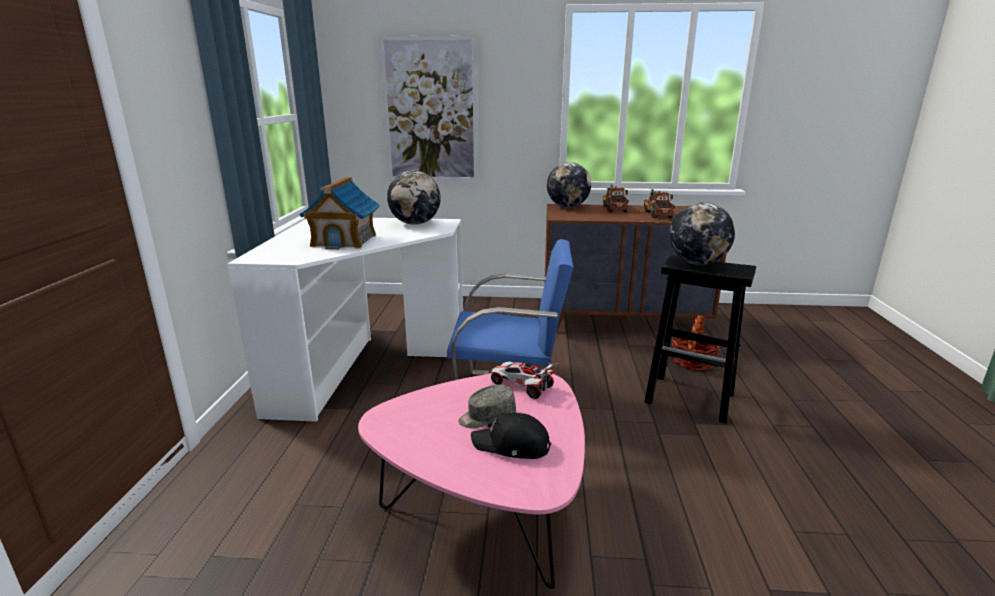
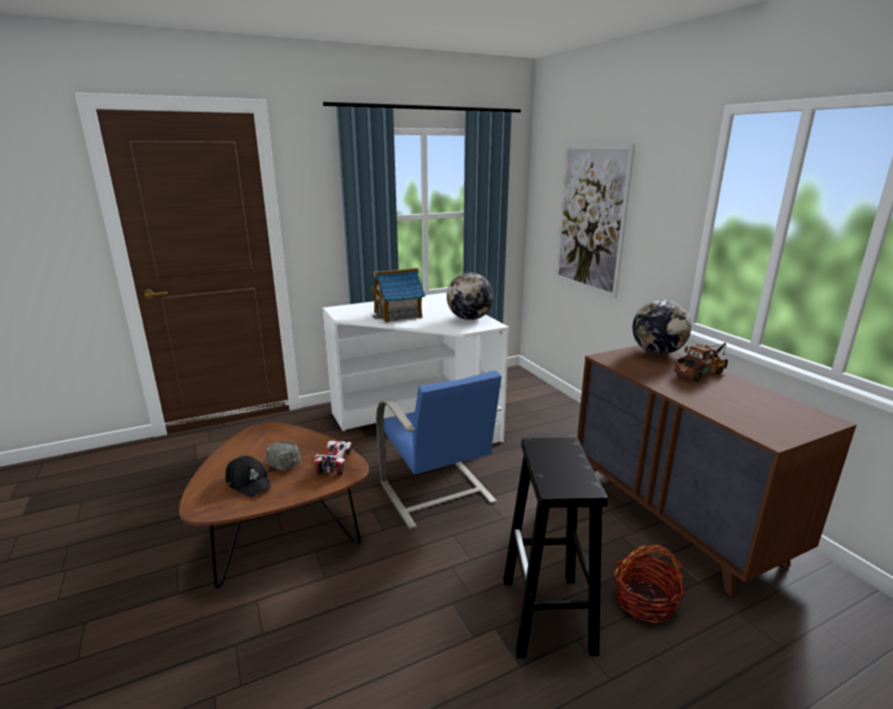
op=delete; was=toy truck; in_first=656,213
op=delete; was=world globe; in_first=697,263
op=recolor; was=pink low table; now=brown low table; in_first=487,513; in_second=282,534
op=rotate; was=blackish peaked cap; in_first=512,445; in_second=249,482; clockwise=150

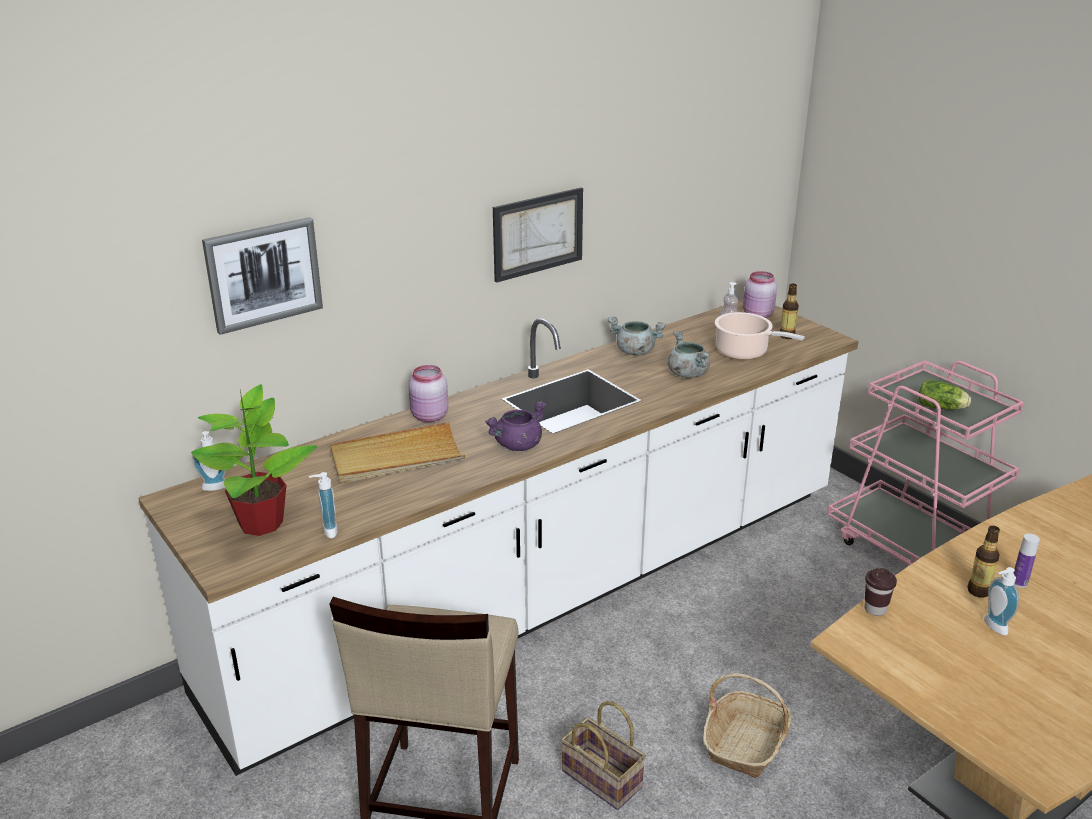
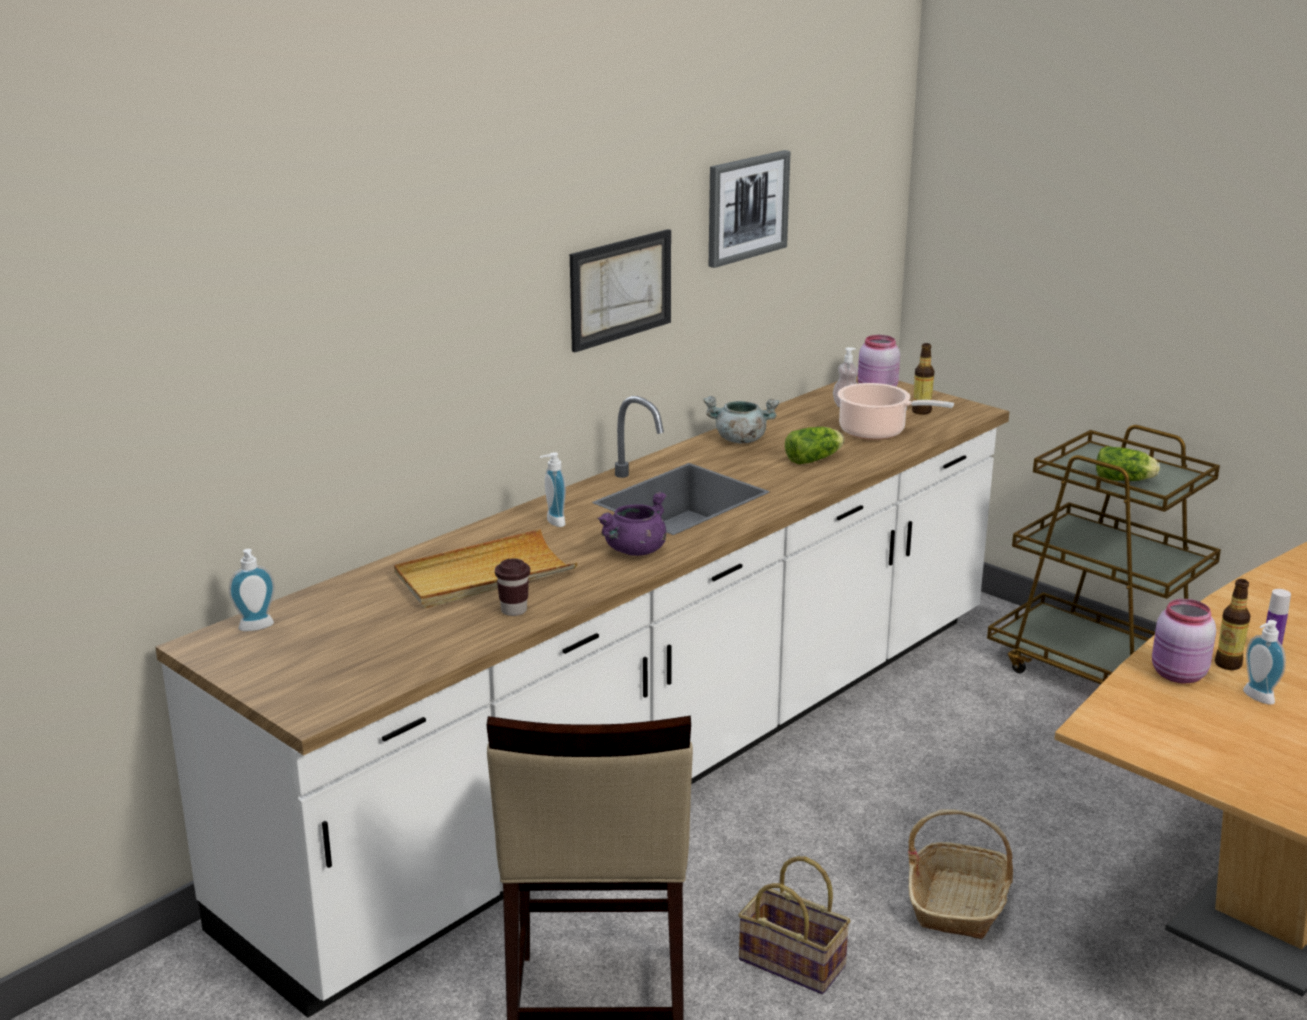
op=delete; was=potted plant; in_first=261,522
op=move; was=wall picture; in_first=263,274; in_second=746,207
op=move; was=soap bottle; in_first=327,531; in_second=552,522
op=move; was=pink jar; in_first=429,417; in_second=1178,675
op=move; was=brown small cup; in_first=875,609; in_second=514,610
op=replace; was=gray cooking pot; now=lettuce head; in_first=687,373; in_second=815,459
op=recolor; was=pink wheeled cart; now=brown wheeled cart; in_first=913,551; in_second=1099,673

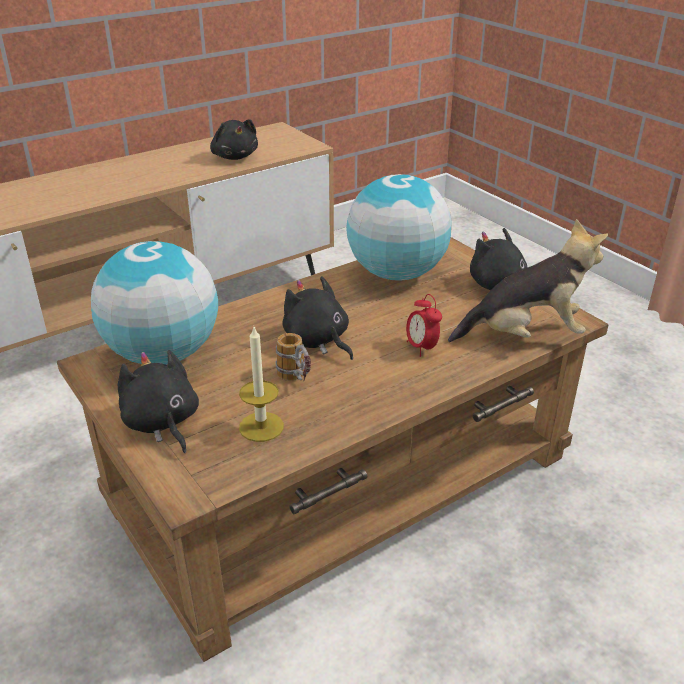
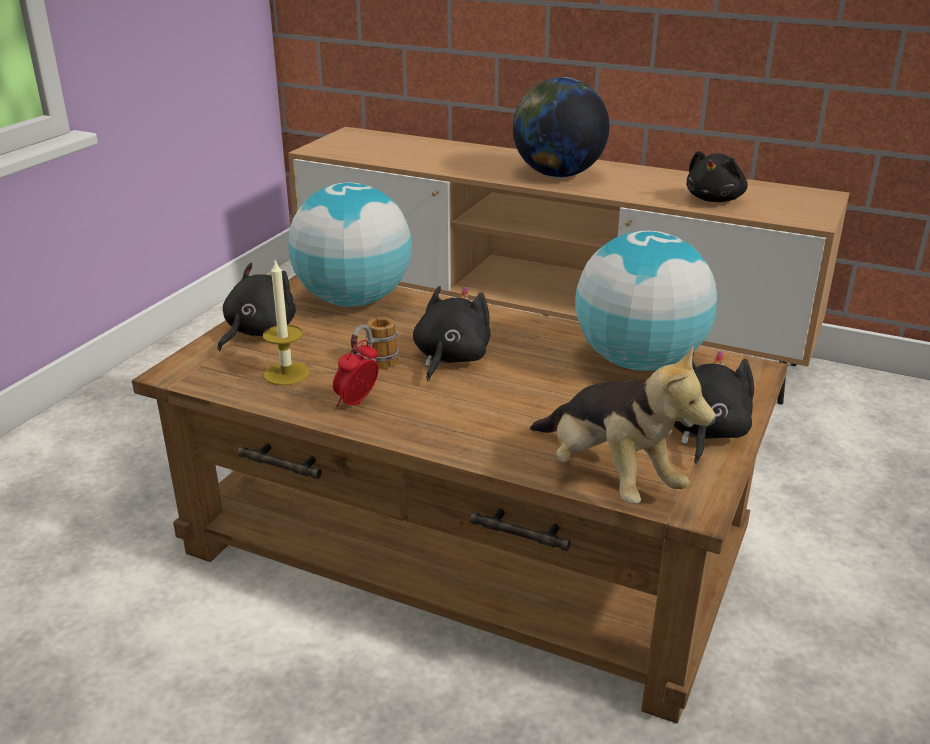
op=insert; now=world globe; in_second=558,175
op=move; was=table clock; in_first=421,347; in_second=357,403

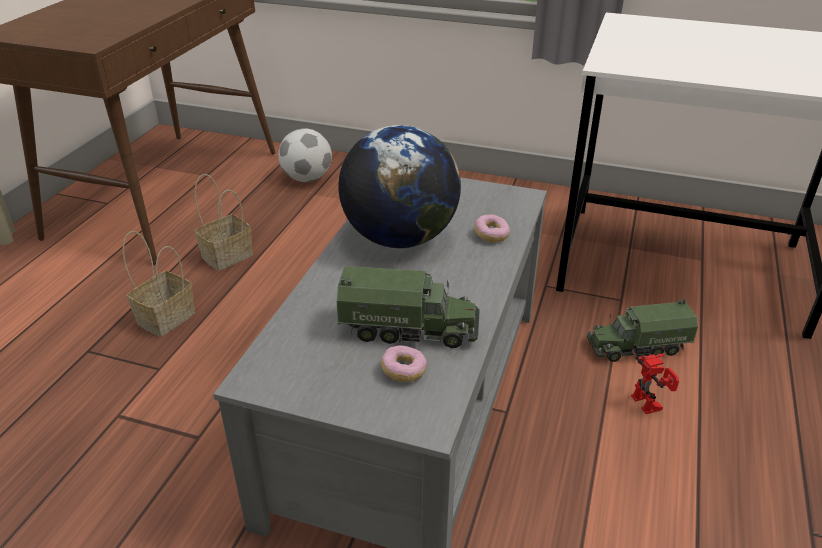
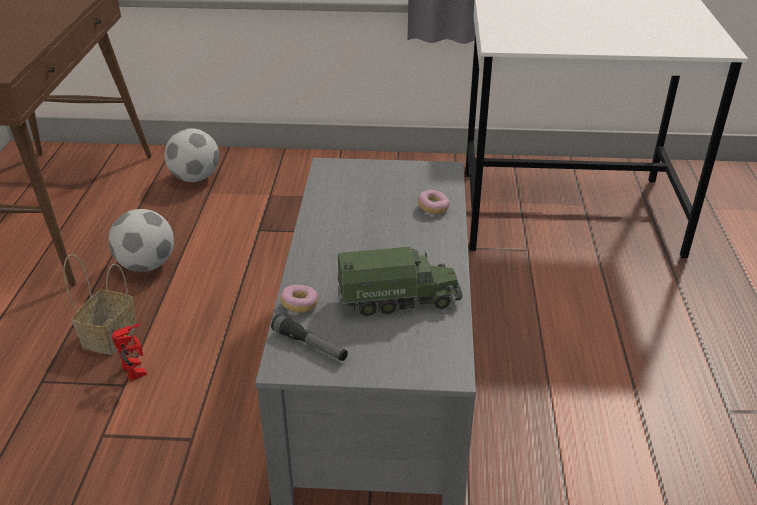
op=delete; was=world globe; in_first=399,238
op=delete; was=toy truck; in_first=637,346
op=insert; now=hand torch; in_second=310,345
op=move; was=ring doughnut; in_first=404,371; in_second=299,305
op=move; was=model robot; in_first=651,403; in_second=138,370
op=replace; was=basket; now=ball for football; in_first=228,255; in_second=146,265

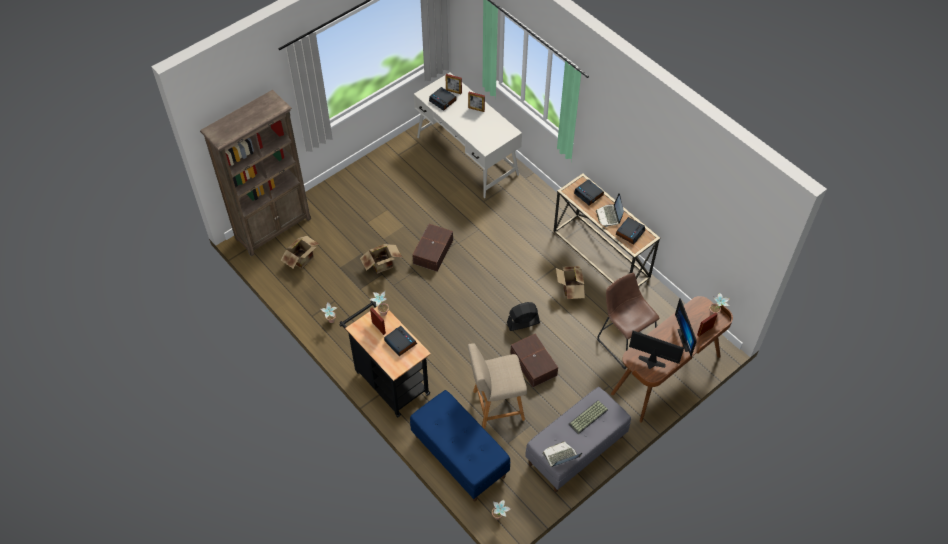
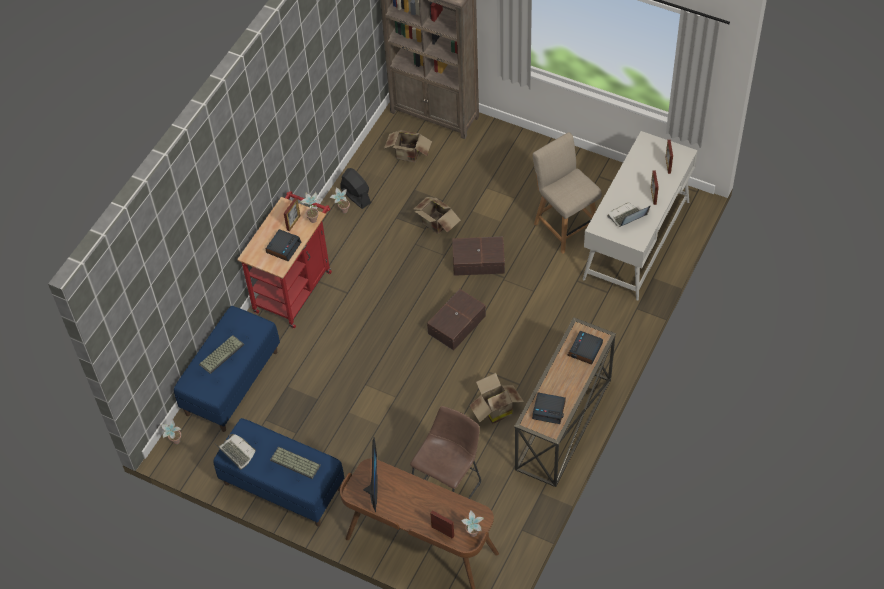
op=delete; was=table clock; in_first=443,101
op=delete; was=computer display; in_first=686,339
op=insert; now=PC keyboard; in_second=221,354
op=move; was=sand-coloured chair; in_first=495,406; in_second=564,225
op=move; was=blackish cooling fan; in_first=523,323; in_second=355,196
op=move; was=brown storage bin; in_first=533,365; in_second=455,324
op=move; was=notebook computer; in_first=609,216; in_second=627,217
op=recolor; was=blackish wheeled cart; now=red-coloured wheeled cart; in_first=389,380; in_second=295,287
op=recolor; was=gray bench; now=blue-coloured bench; in_first=576,450; in_second=282,486

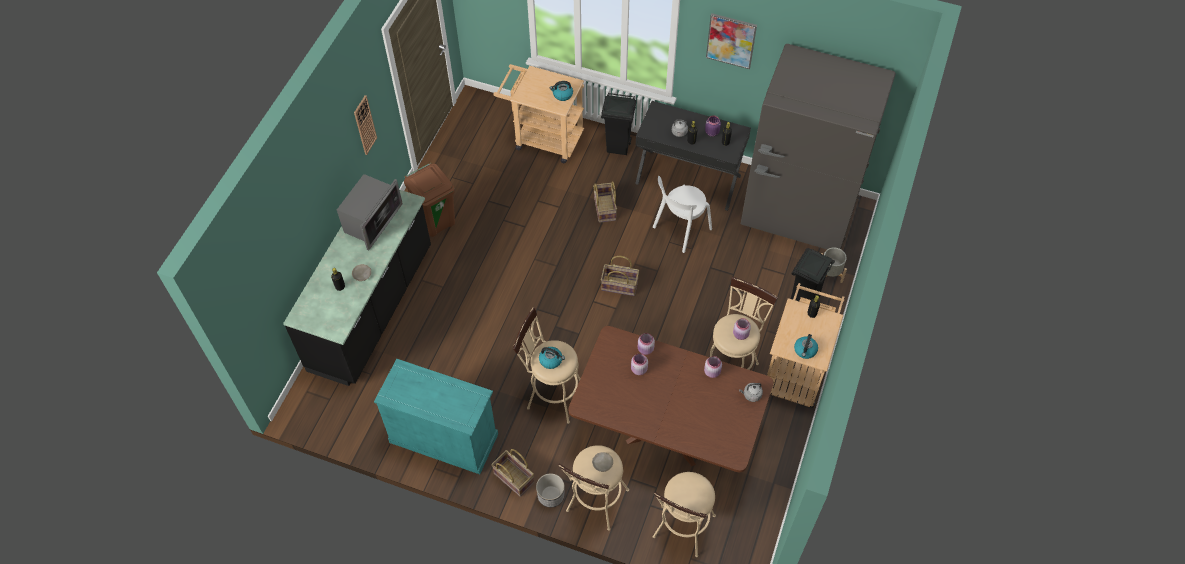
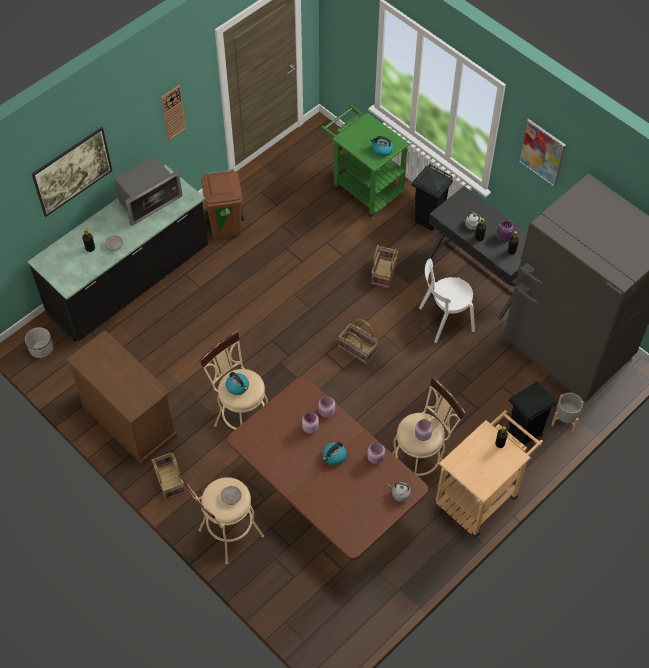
op=delete; was=sand-coloured sitting stool; in_first=682,531
op=insert; now=wall picture; in_second=75,182
op=move; was=planter; in_first=550,495; in_second=41,349
op=move; was=tea kettle; in_first=805,350; in_second=334,456
op=recolor; was=blue-green cupboard; now=brown cupboard; in_first=444,437; in_second=129,420
op=recolor; was=sand-coloured wheeled cart; now=green-coloured wheeled cart; in_first=543,138; in_second=363,186

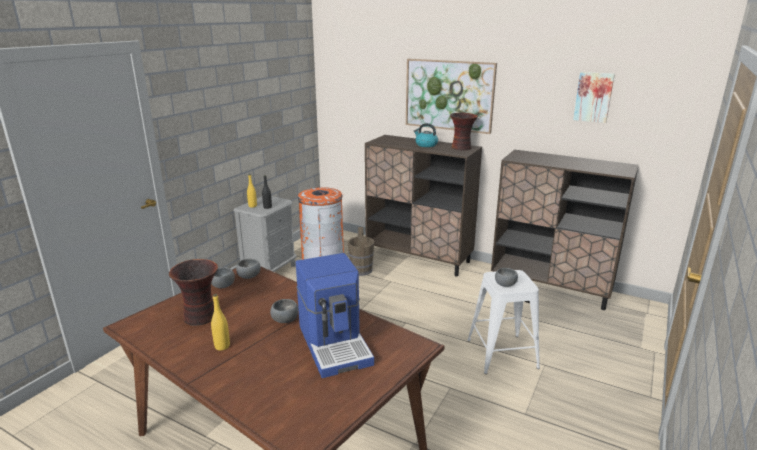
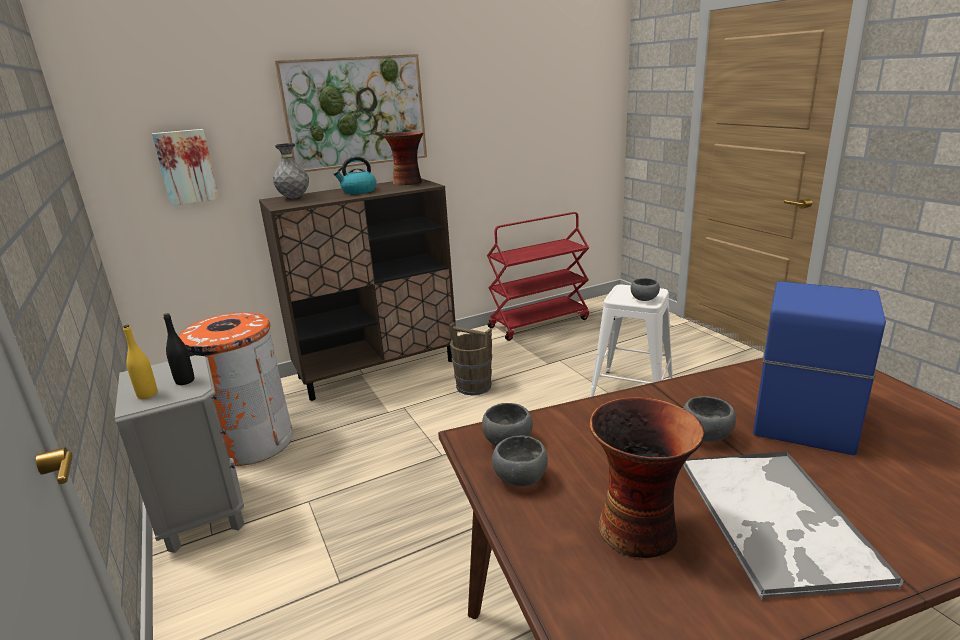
op=insert; now=gray flower vase; in_second=294,198
op=move; was=brown water bucket; in_first=361,270; in_second=473,386
op=move; was=wall picture; in_first=593,97; in_second=186,167
op=replace; was=yellow bottle; now=serving tray; in_first=222,346; in_second=776,520
op=replace; was=brown cupboard; now=red-coloured wheeled cart; in_first=551,287; in_second=539,323
op=rotate; was=coffee maker; in_first=335,344; in_second=801,408; clockwise=-75

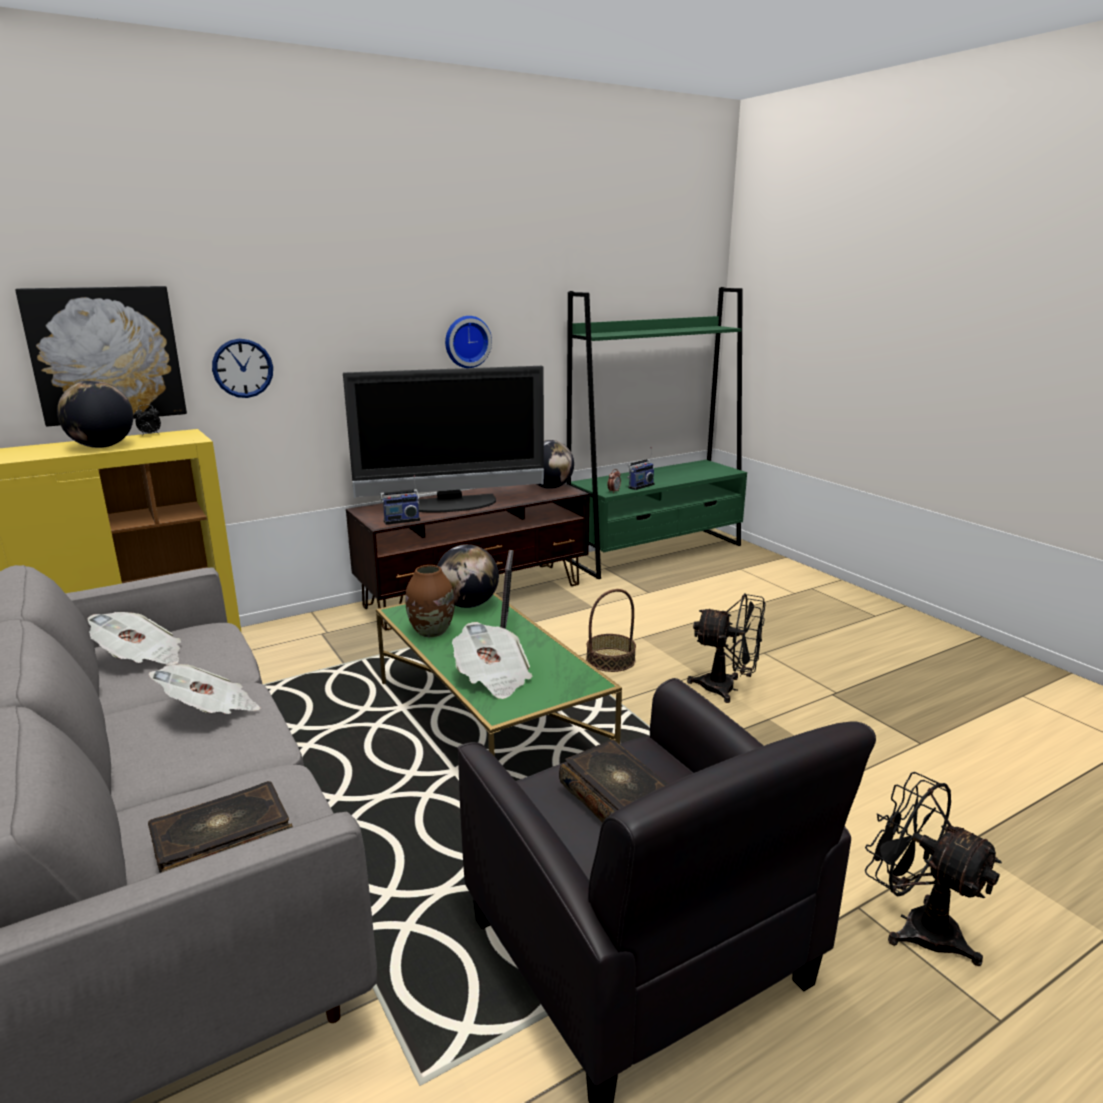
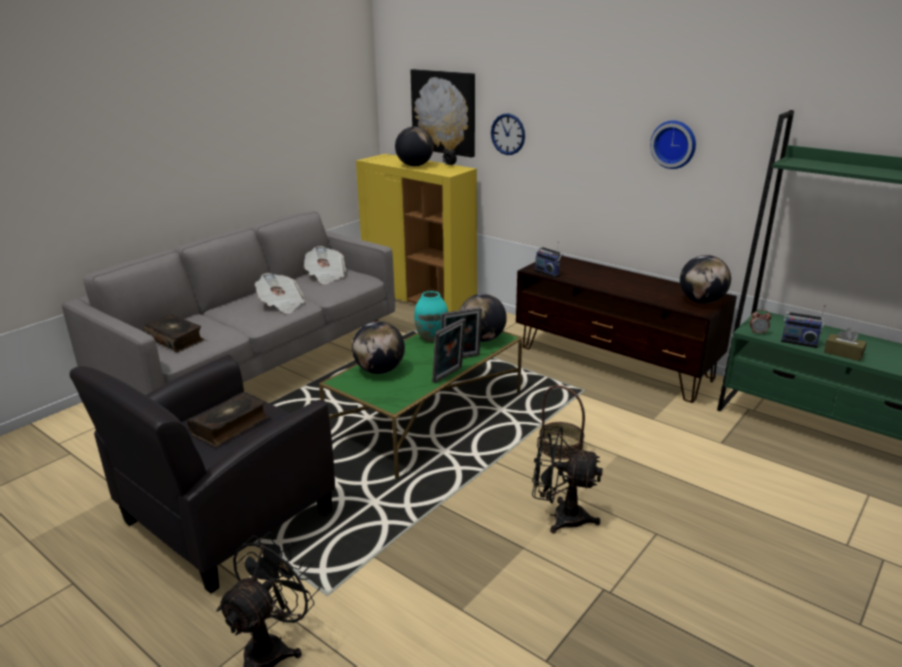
op=delete; was=TV set; in_first=451,505
op=insert; now=standing frame; in_second=449,375
op=insert; now=brown box of tissues; in_second=843,353
op=replace; was=newspaper; now=world globe; in_first=492,679; in_second=379,370
op=recolor; was=brown flower vase; now=blue-green flower vase; in_first=431,631; in_second=431,338
op=rotate; was=blackish cooling fan; in_first=727,689; in_second=560,517; clockwise=105

